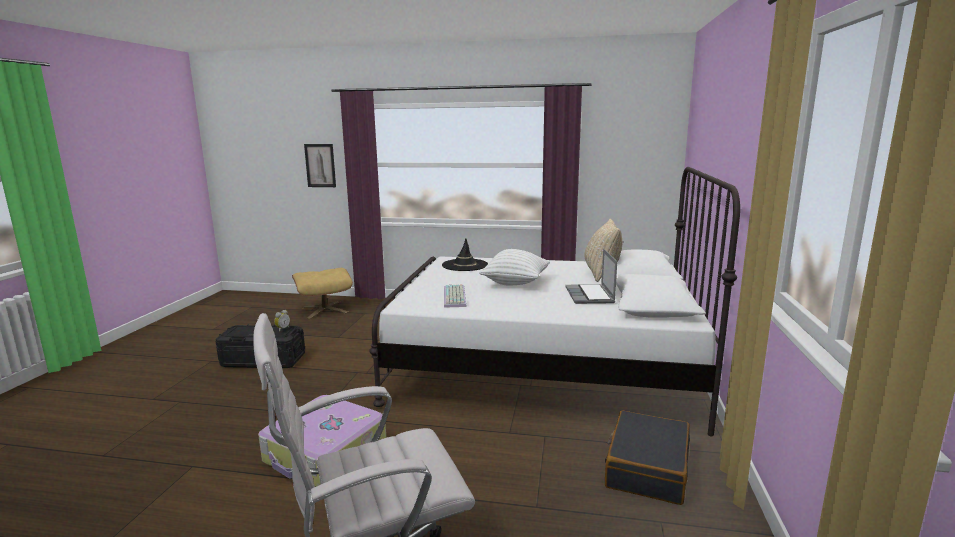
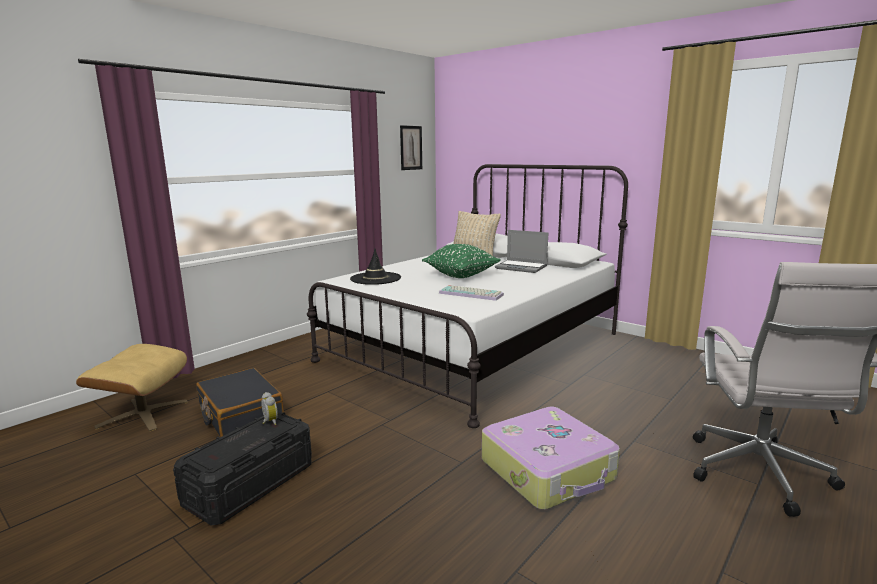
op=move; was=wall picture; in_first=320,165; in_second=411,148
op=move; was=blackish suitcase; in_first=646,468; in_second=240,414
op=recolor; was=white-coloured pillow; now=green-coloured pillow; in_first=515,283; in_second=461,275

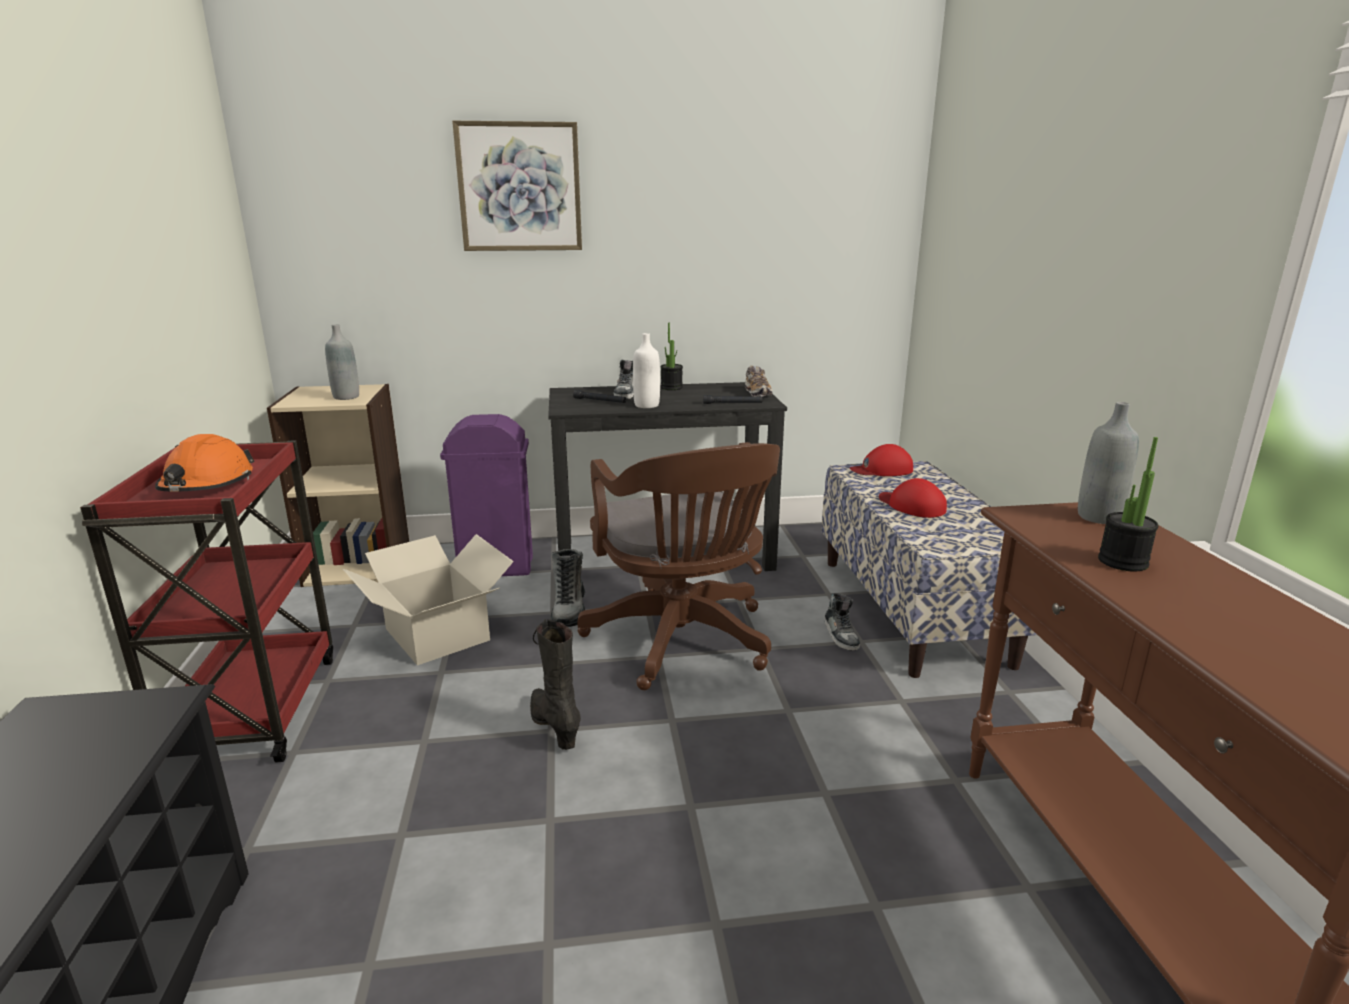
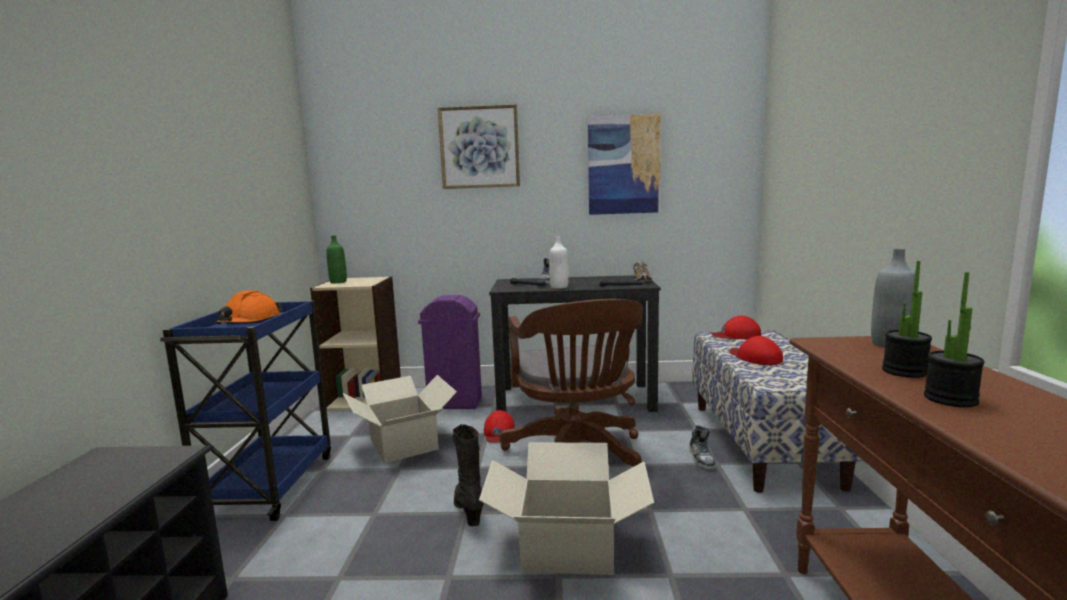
op=delete; was=gray bottle; in_first=346,397
op=insert; now=green-coloured bottle; in_second=338,282
op=insert; now=cardboard box; in_second=568,548
op=insert; now=wall picture; in_second=623,165
op=move; was=potted plant; in_first=671,387; in_second=950,399
op=replace; was=tall boot; now=red-coloured peaked cap; in_first=569,610; in_second=498,432
op=recolor; was=red-coloured wheeled cart; now=blue-coloured wheeled cart; in_first=254,707; in_second=270,484

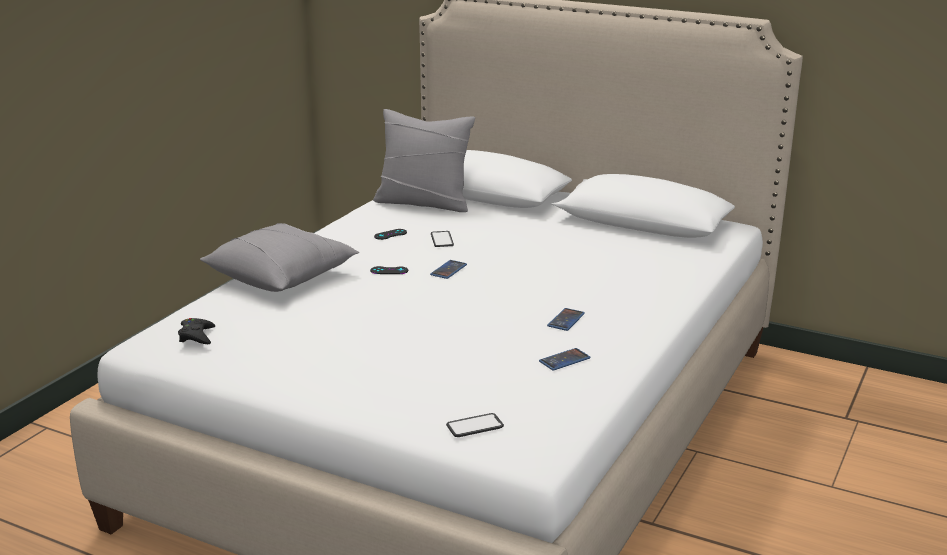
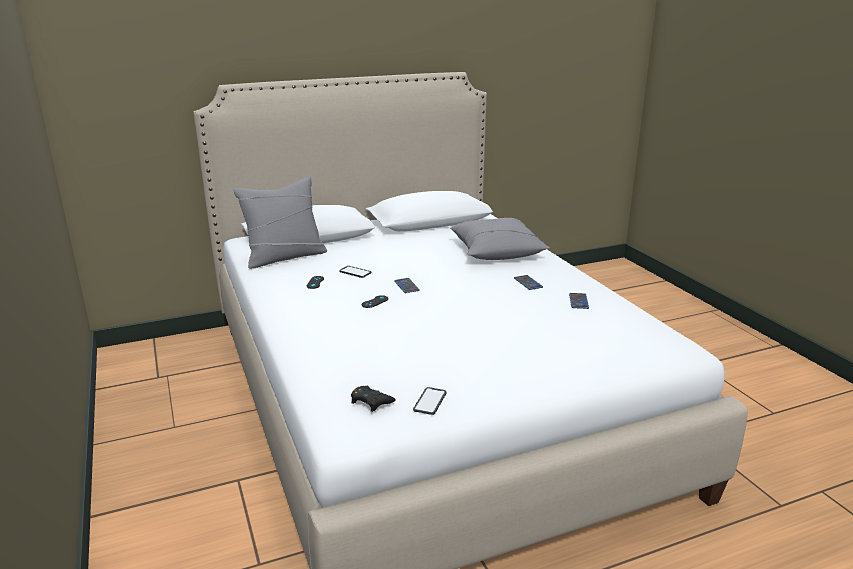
op=move; was=gray pillow; in_first=281,276; in_second=496,252
op=move; was=handset; in_first=474,426; in_second=430,401

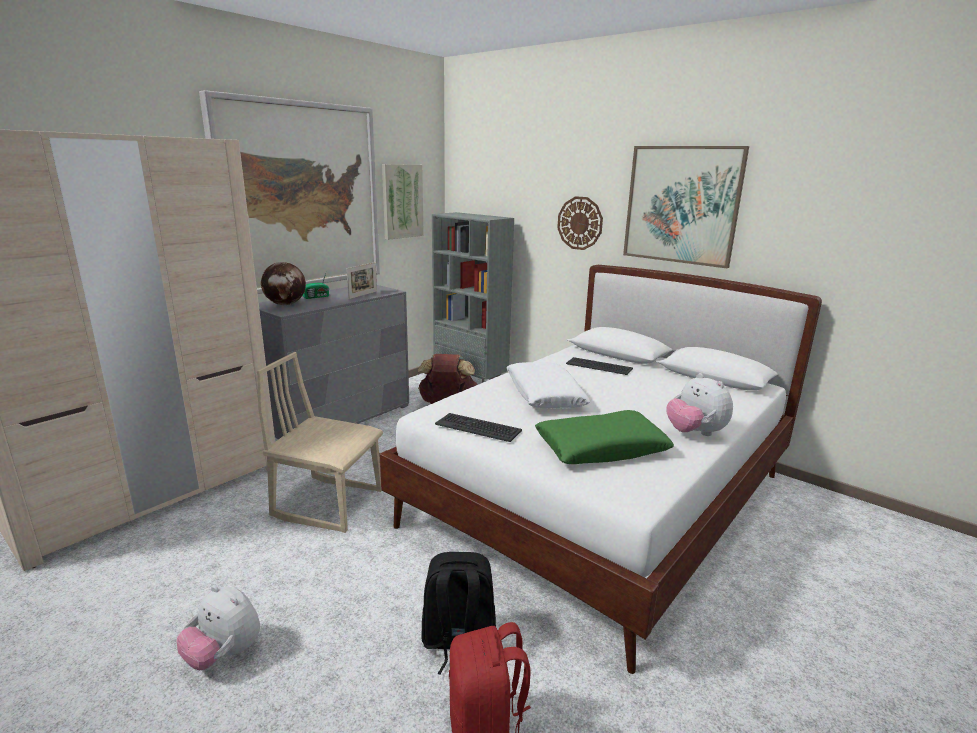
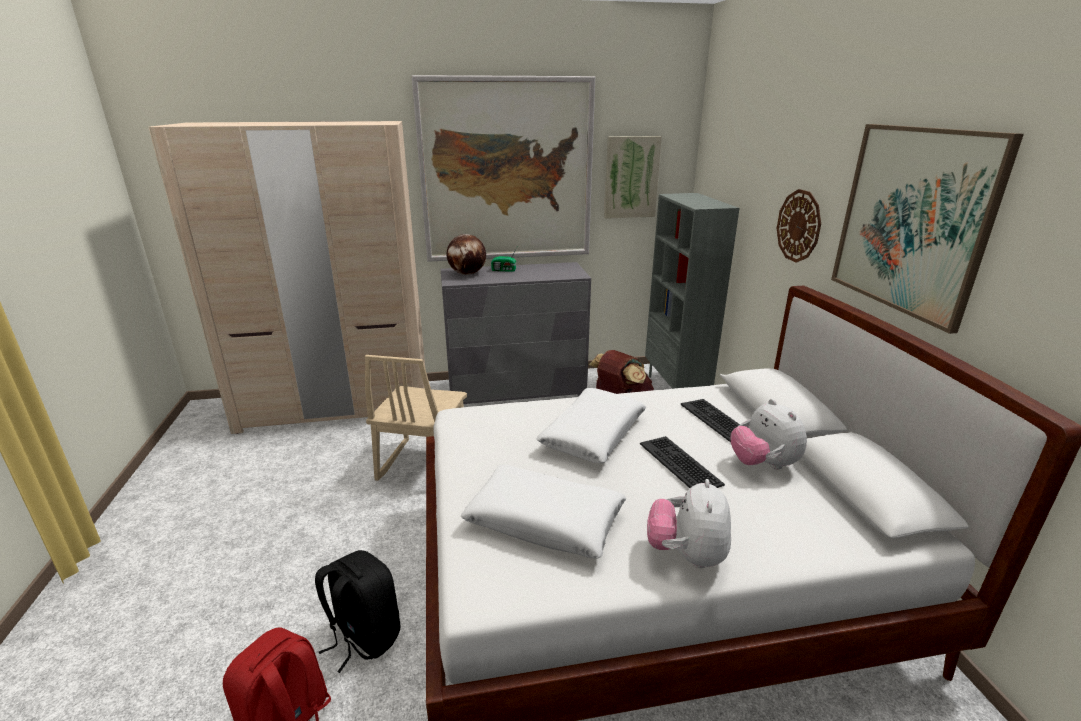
op=delete; was=standing frame; in_first=363,295
op=move; was=cuddly toy; in_first=224,654; in_second=763,464
op=move; was=PC keyboard; in_first=478,427; in_second=680,464
op=recolor; was=green-coloured pillow; now=white-coloured pillow; in_first=601,448; in_second=545,521
op=rotate; was=sand-coloured chair; in_first=329,503; in_second=422,464; clockwise=-135

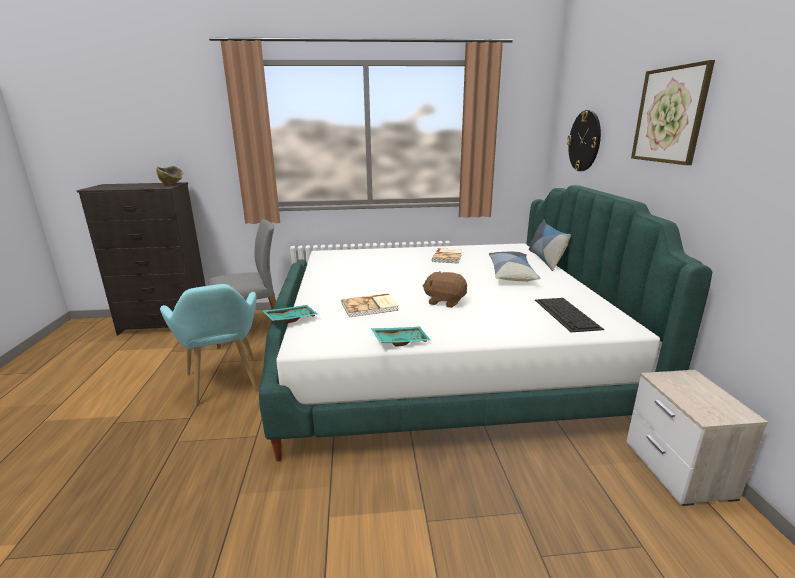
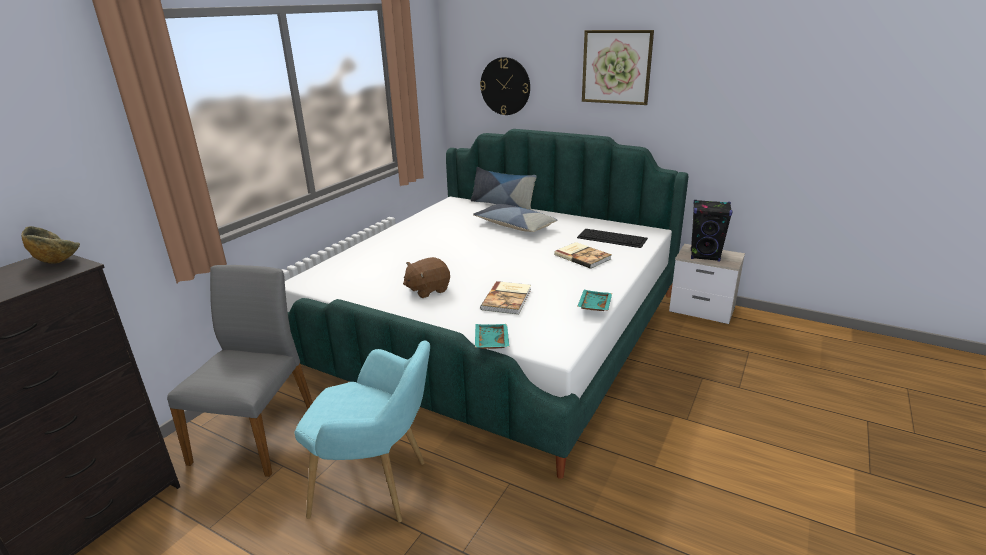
op=insert; now=blackish loudspeaker; in_second=705,256
op=move; was=brown cuddly toy; in_first=445,301; in_second=427,290
op=move; was=book; in_first=448,257; in_second=582,256

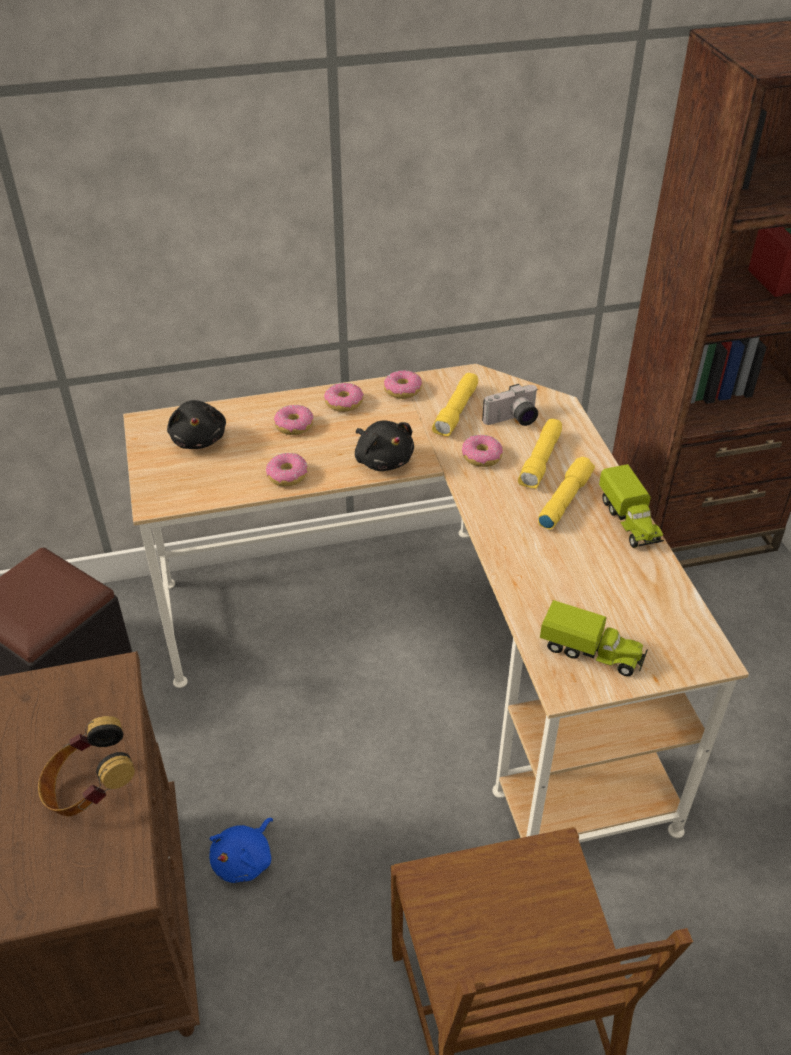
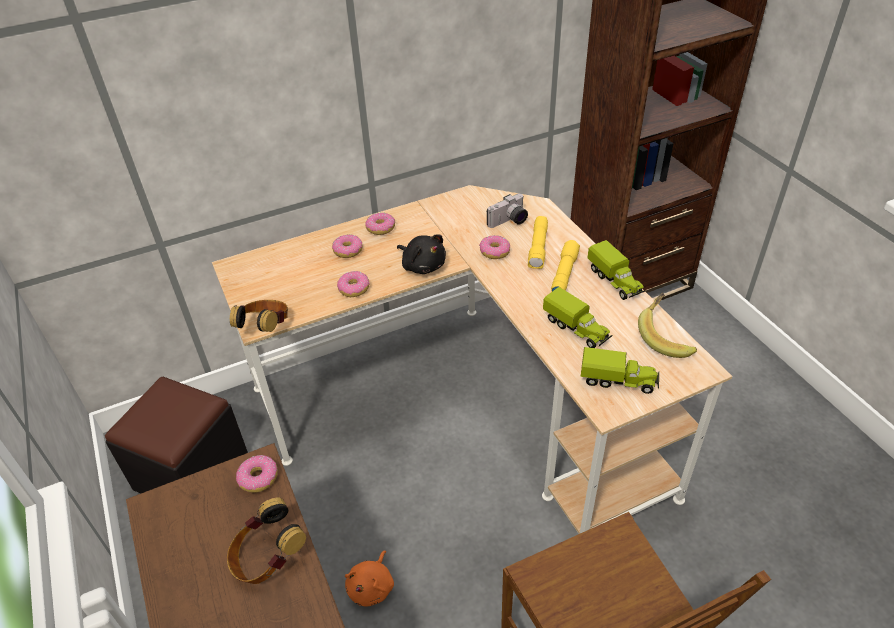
op=delete; was=blackish cuddly toy; in_first=199,439
op=delete; was=yellow hand torch; in_first=456,412
op=insert; now=pair of headphones; in_second=266,328
op=insert; now=toy truck; in_second=576,329
op=insert; now=banana; in_second=666,337
op=move; was=ring doughnut; in_first=402,390; in_second=258,478
op=recolor; was=blue-coloured cuddly toy; now=orange cuddly toy; in_first=245,860; in_second=372,587

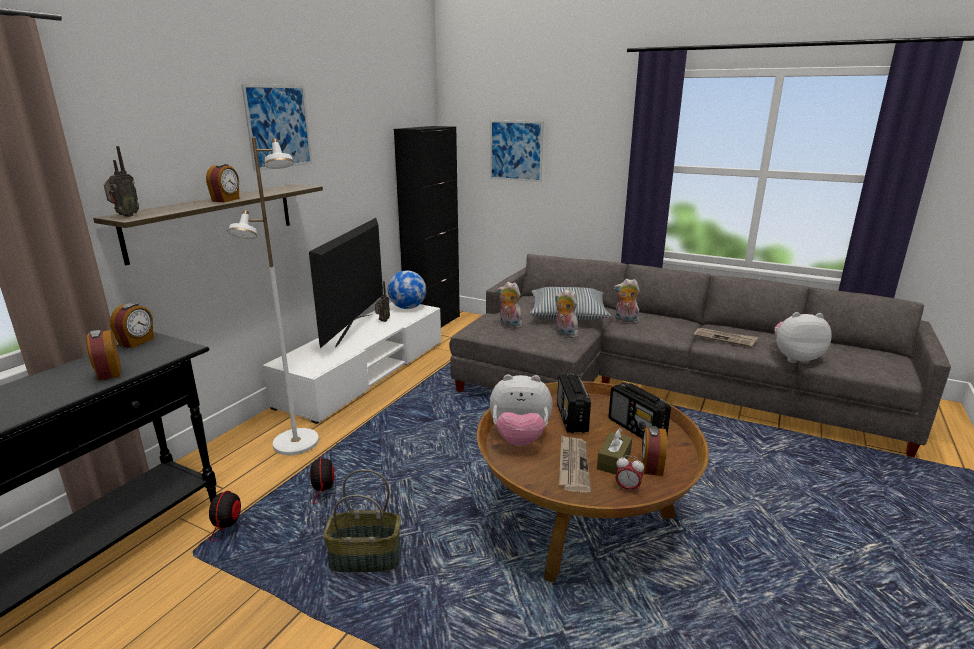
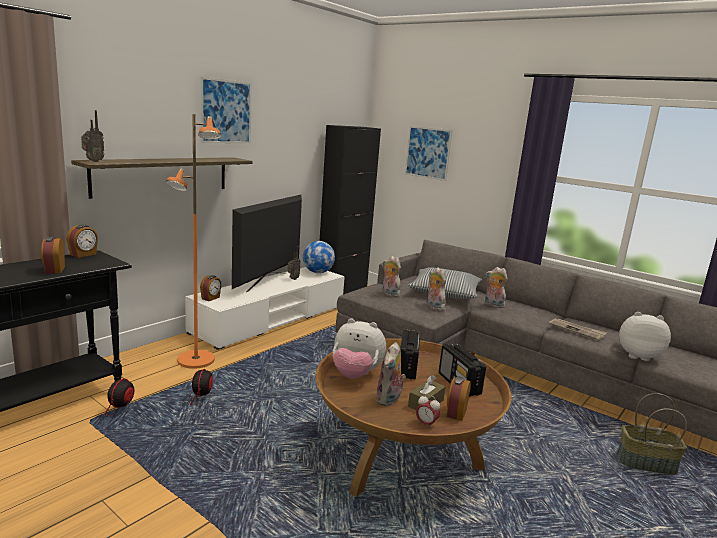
op=move; was=table clock; in_first=226,200; in_second=211,298
op=move; was=basket; in_first=364,559; in_second=646,464
op=replace; was=newspaper; now=cuddly toy; in_first=572,465; in_second=389,400
op=recolor; was=white-coloured standing lamp; now=orange standing lamp; in_first=296,443; in_second=196,360

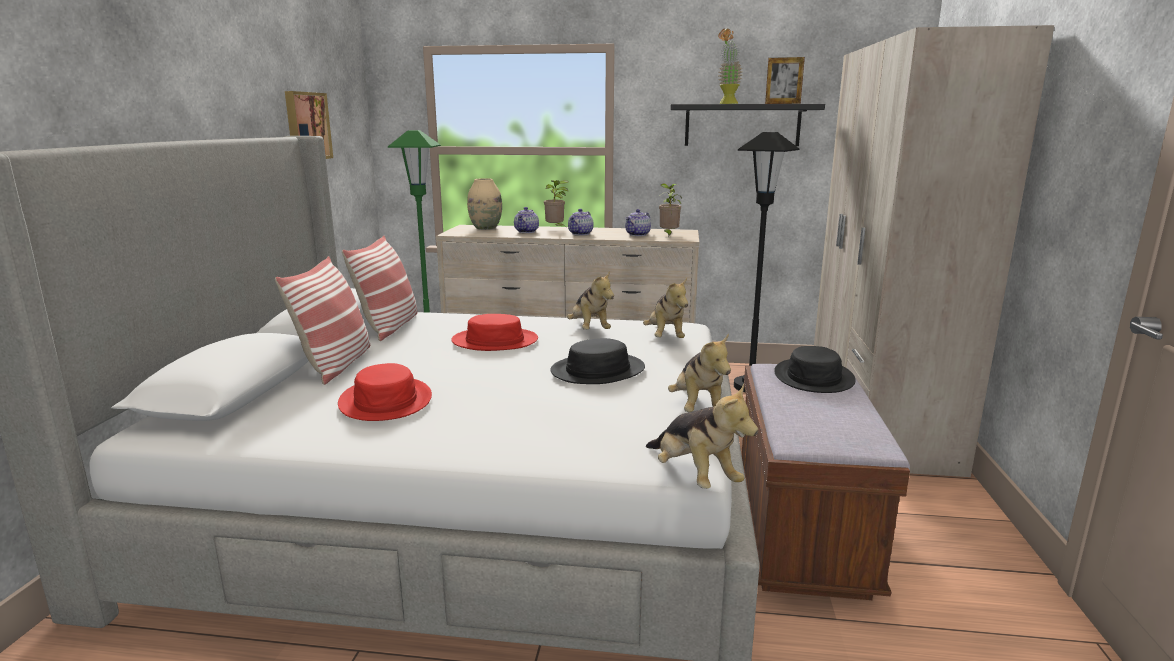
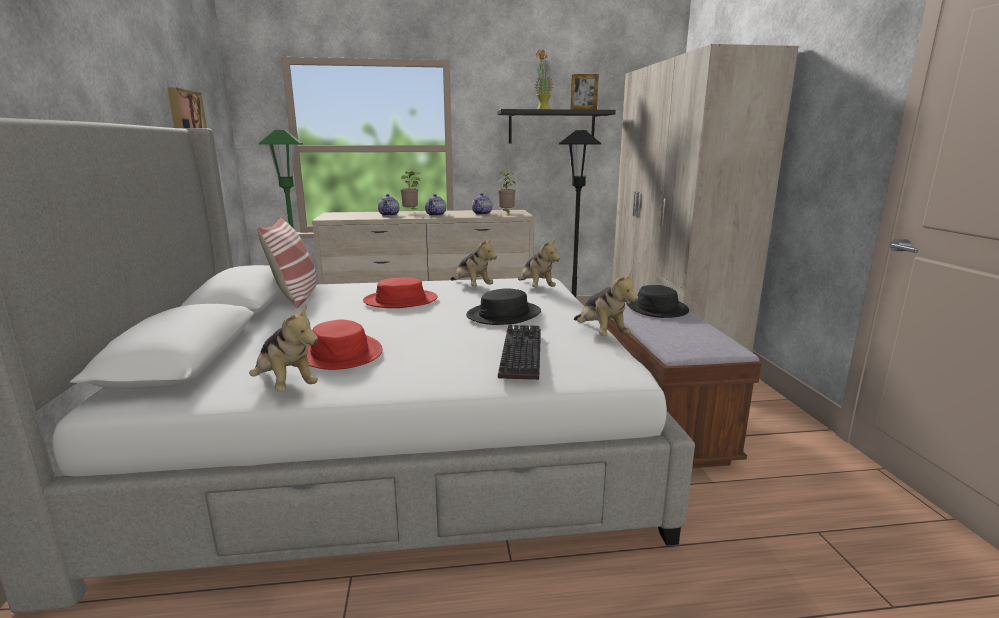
op=delete; was=pillow; in_first=336,364
op=delete; was=sand-coloured flower vase; in_first=485,228
op=insert; now=PC keyboard; in_second=519,352
op=move; was=cuddly toy; in_first=694,476; in_second=285,385

